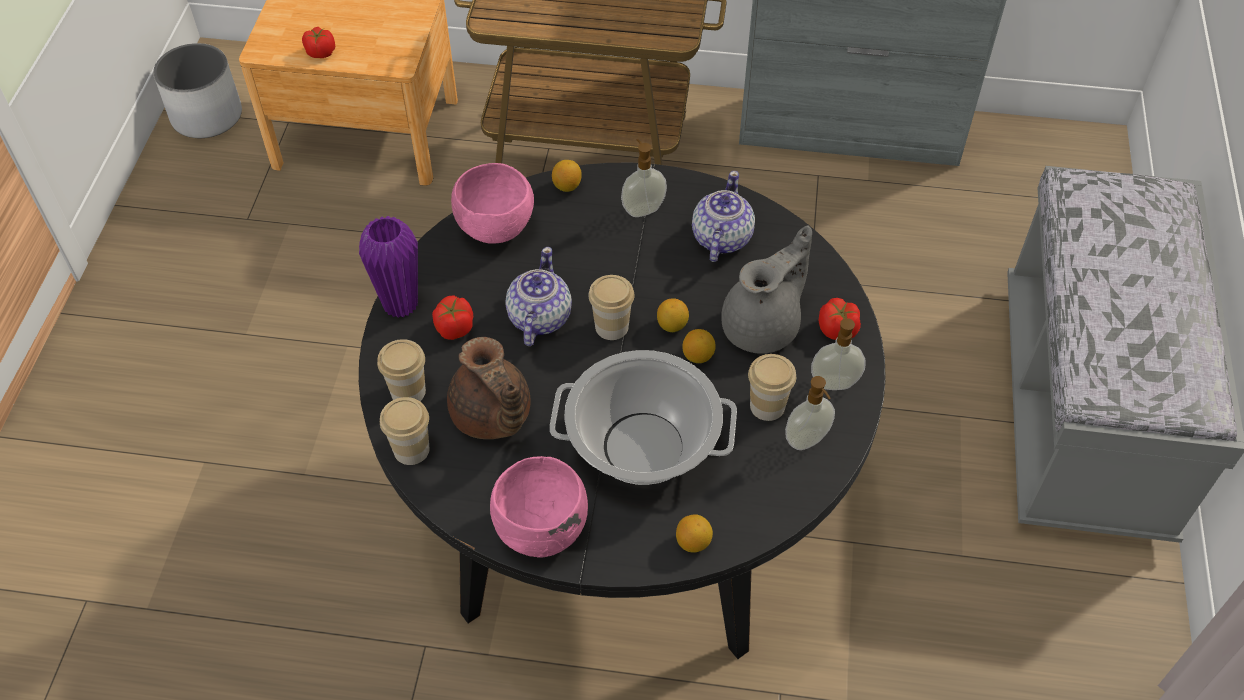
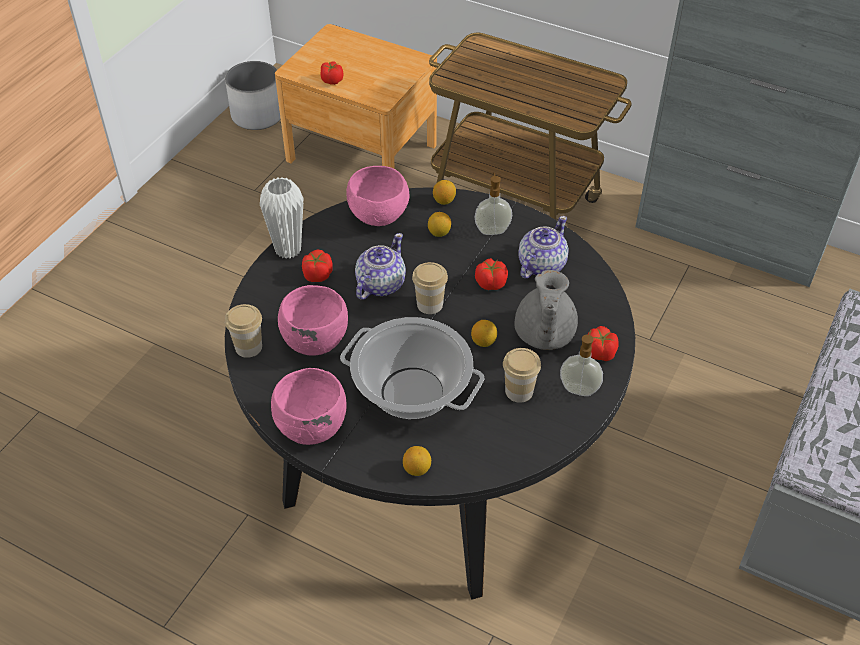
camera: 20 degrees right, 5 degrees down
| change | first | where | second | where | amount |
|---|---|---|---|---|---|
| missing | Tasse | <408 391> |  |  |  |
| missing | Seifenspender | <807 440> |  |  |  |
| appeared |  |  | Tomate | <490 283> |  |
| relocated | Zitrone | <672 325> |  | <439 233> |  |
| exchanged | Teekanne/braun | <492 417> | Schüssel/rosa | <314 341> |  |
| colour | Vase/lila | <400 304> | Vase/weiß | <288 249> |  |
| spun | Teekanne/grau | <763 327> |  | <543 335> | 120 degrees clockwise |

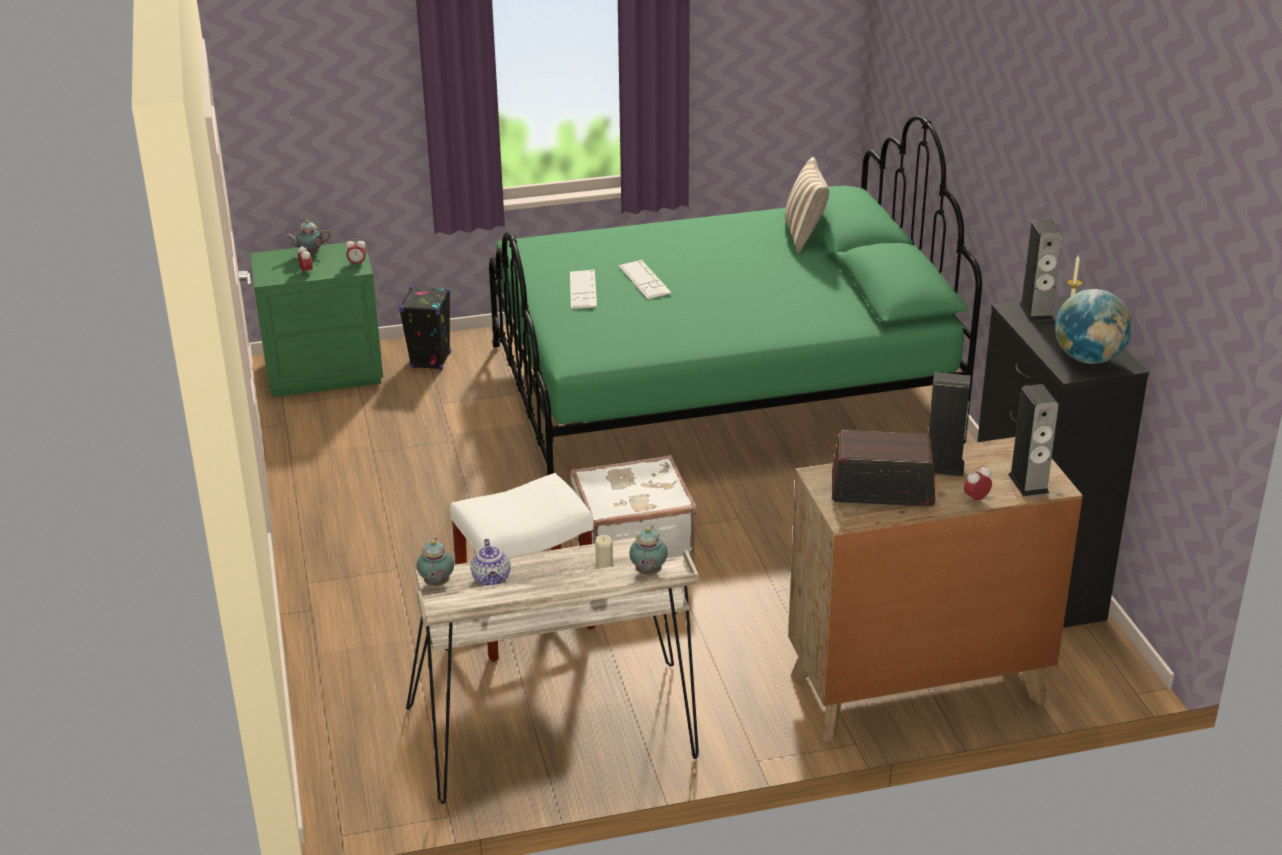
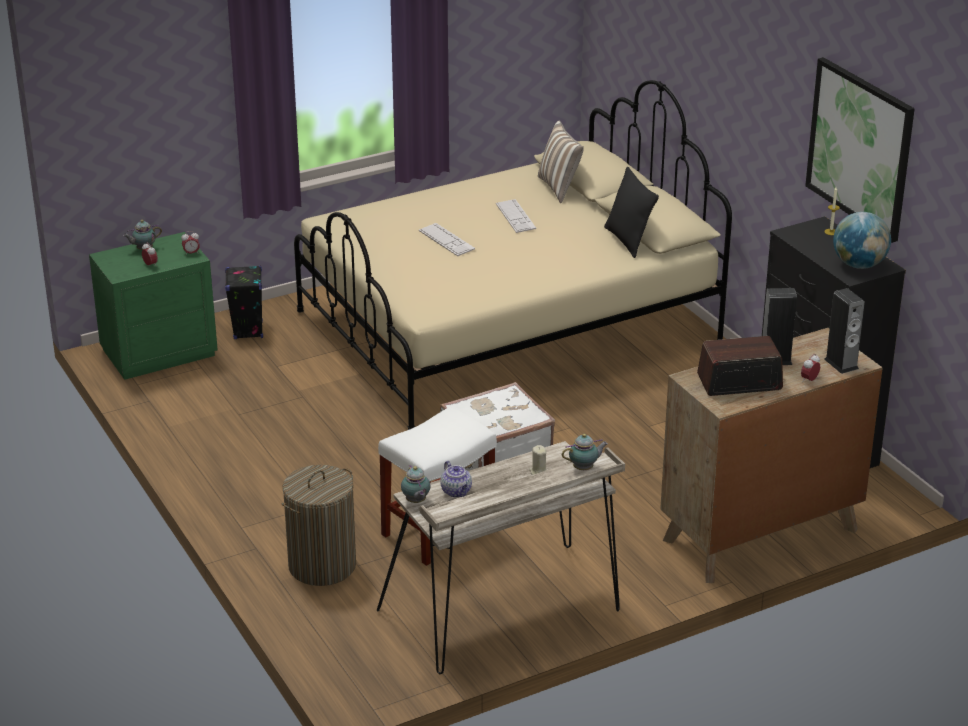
camera: 15 degrees left, 0 degrees up
| change | first | where | second | where | amount |
|---|---|---|---|---|---|
| missing | Lautsprecher | <1036 311> |  |  |  |
| appeared |  |  | Wäschekorb | <322 565> |  |
| appeared |  |  | Kissen/schwarz | <628 241> |  |
| appeared |  |  | Bild | <860 148> |  |
| relocated | Tastatur | <583 290> |  | <515 216> |  |
| colour | Bett/grün | <718 393> | Bett/beige | <507 328> |  |
| spun | Teekanne | <647 573> |  | <584 468> | 105 degrees counterclockwise |

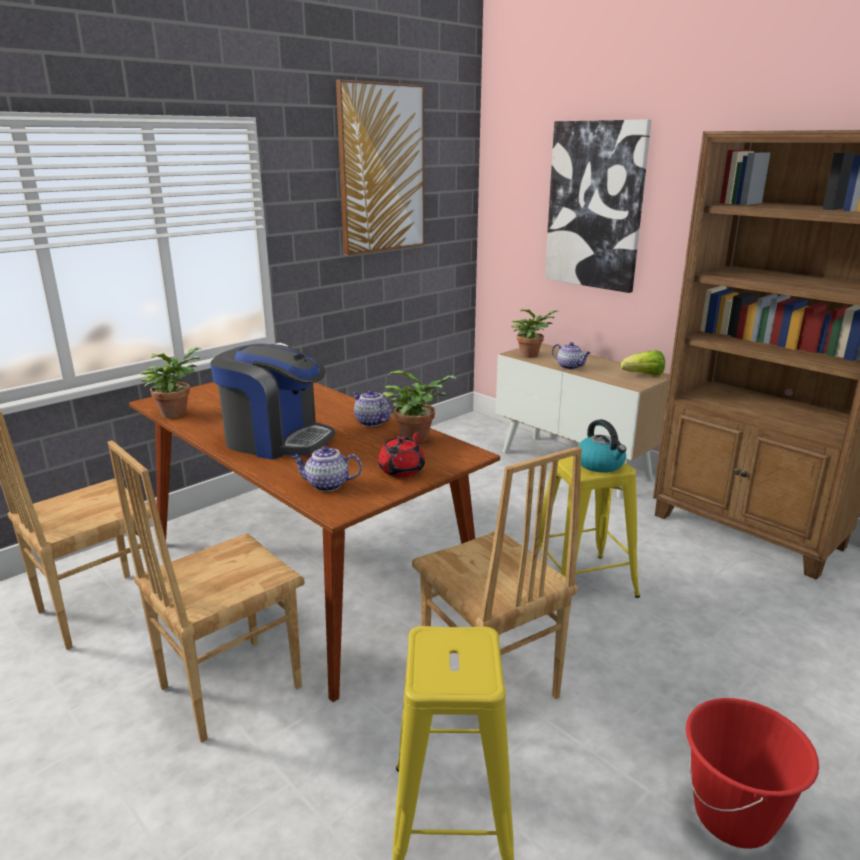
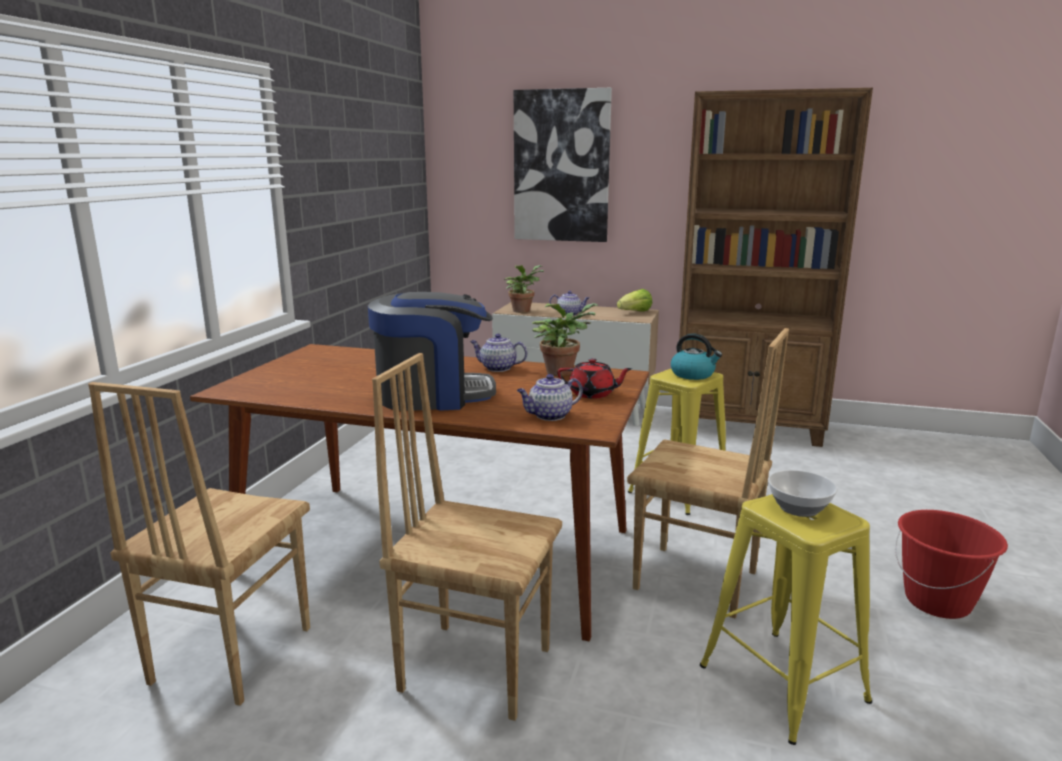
camera: 30 degrees left, 5 degrees down
| change | first | where | second | where | amount |
|---|---|---|---|---|---|
| missing | Topfpflanze | <176 413> |  |  |  |
| missing | Bild | <381 169> |  |  |  |
| appeared |  |  | Schüssel | <797 508> |  |
| spun | Stuhl/braun | <228 686> |  | <475 667> | 90 degrees clockwise |
| spun | Teekanne/rot | <402 470> |  | <592 394> | 105 degrees clockwise |

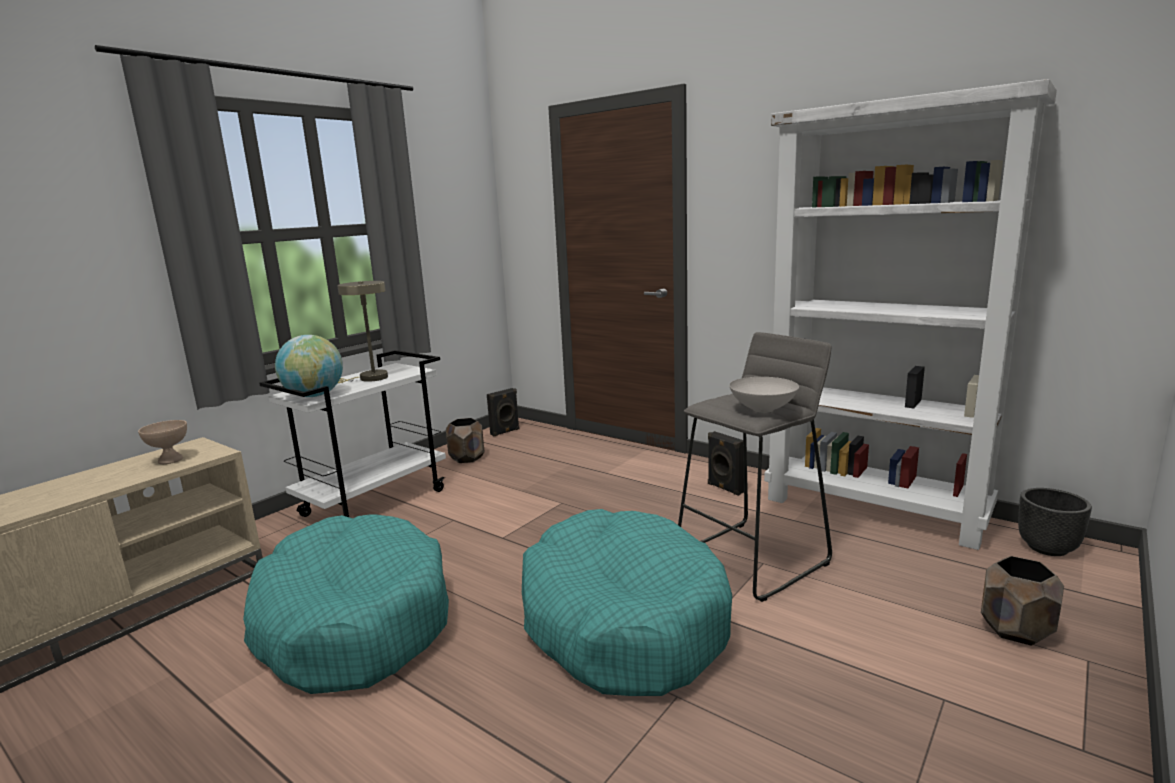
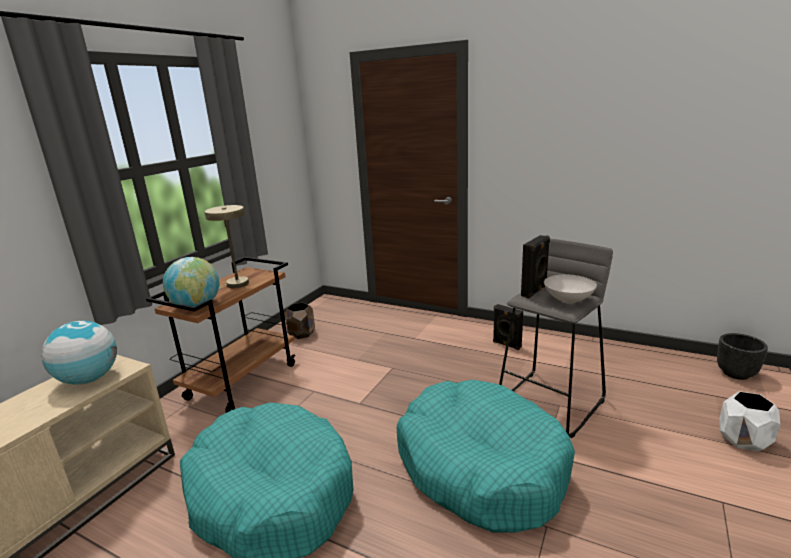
camera: 10 degrees left, 5 degrees up
| change | first | where | second | where | amount |
|---|---|---|---|---|---|
| missing | Bücherregal/weiß | <875 509> |  |  |  |
| relocated | Lautsprecher/schwarz | <505 432> |  | <535 291> |  |
| exchanged | Schüssel/beige | <170 460> | Globus | <89 379> |  |
| colour | Rollwagen/weiß | <375 502> | Rollwagen/braun | <242 381> |  |
| colour | Pflanzkübel/braun | <1017 630> | Pflanzkübel/weiß | <744 440> |  |

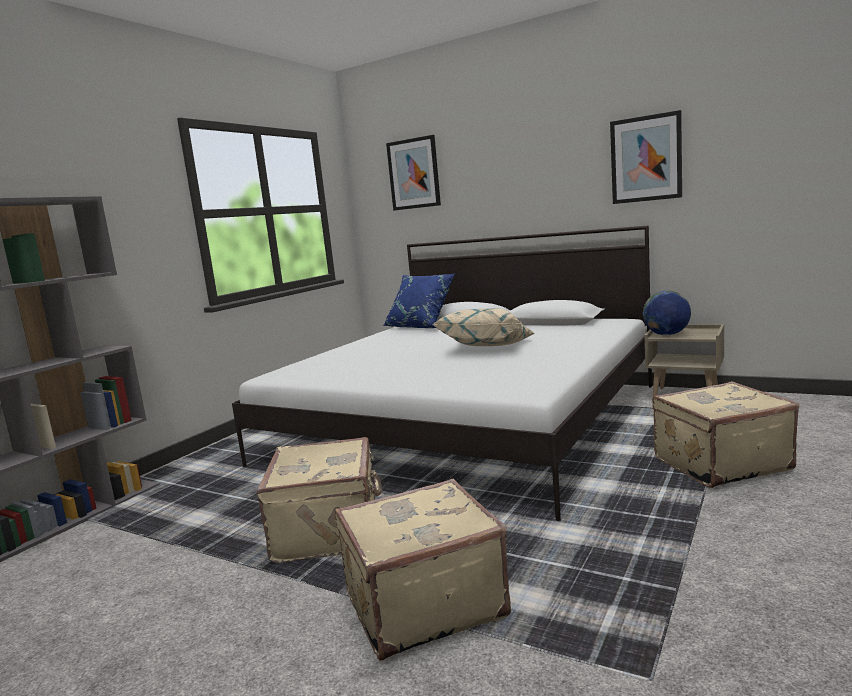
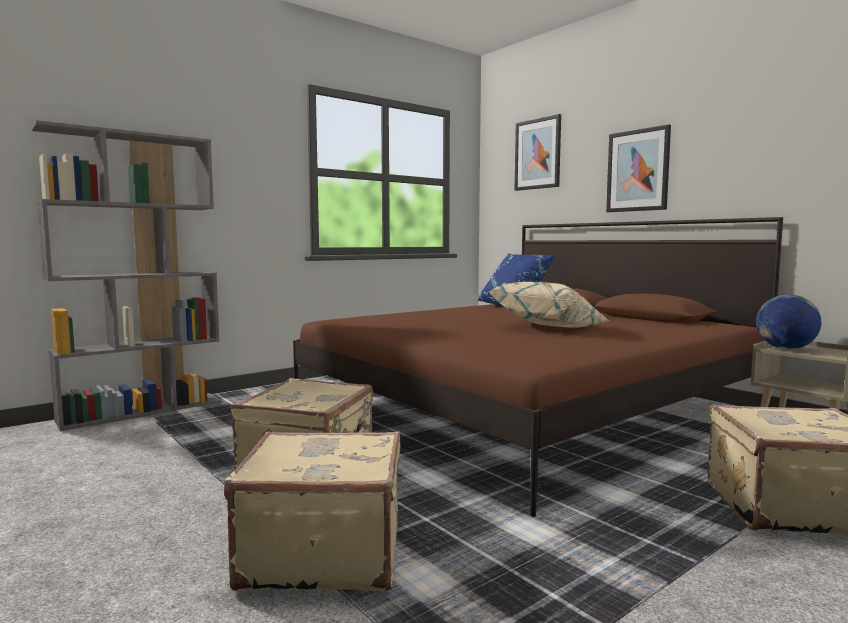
camera: 20 degrees right, 5 degrees down
| change | first | where | second | where | amount |
|---|---|---|---|---|---|
| relocated | Bild | <646 159> |  | <638 170> |  |
| colour | Bett/weiß | <467 423> | Bett/braun | <525 408> |  |

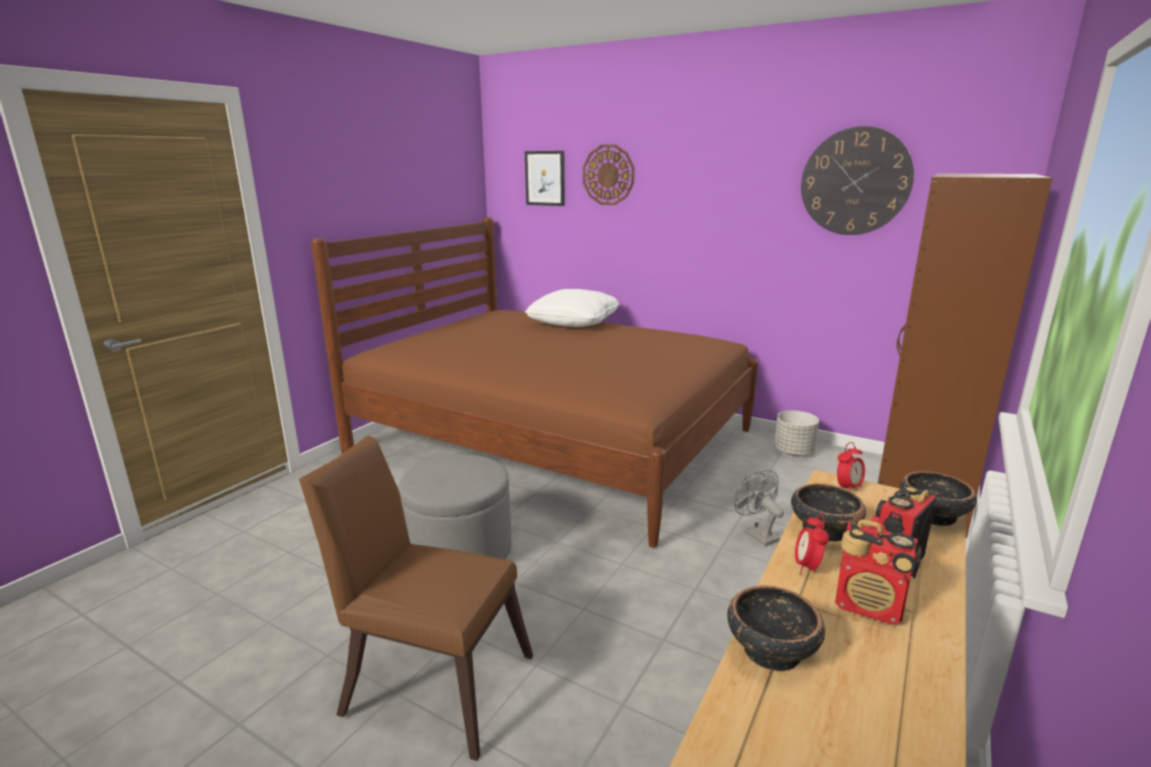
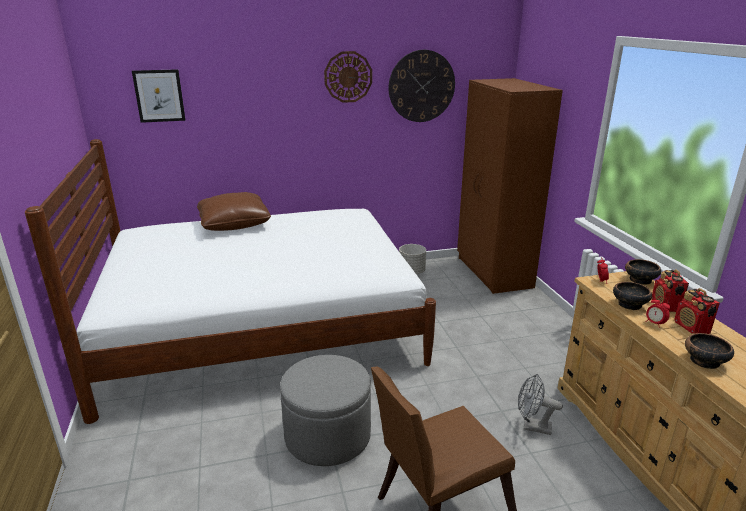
camera: 45 degrees left, 5 degrees up
| change | first | where | second | where | amount |
|---|---|---|---|---|---|
| relocated | Wanduhr | <608 175> |  | <348 77> |  |
| relocated | Ventilator/grau | <756 533> |  | <532 426> |  |
| colour | Bett/braun | <552 441> | Bett/weiß | <262 327> |  |
| colour | Kissen/weiß | <574 323> | Kissen/braun | <234 224> |  |
| spun | Radio | <869 606> |  | <692 328> | 90 degrees clockwise |

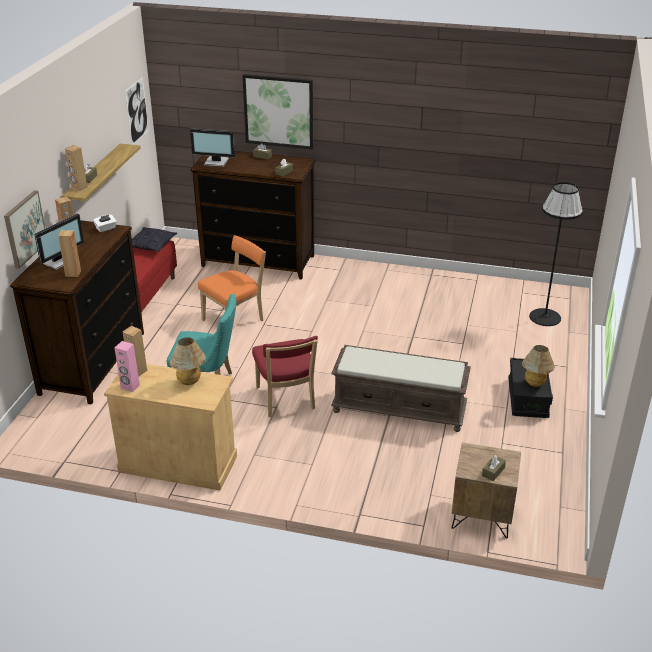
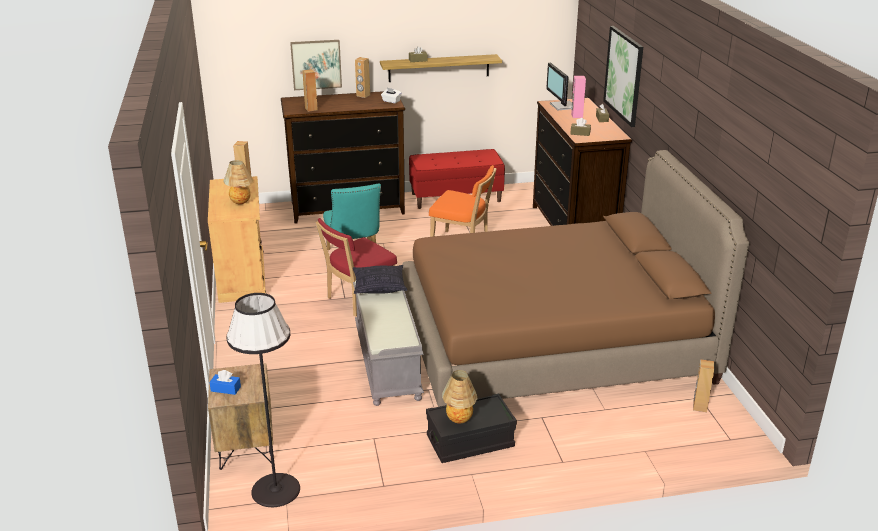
camera: 65 degrees right, 5 degrees down
| change | first | where | second | where | amount |
|---|---|---|---|---|---|
| missing | Monitor | <59 261> |  |  |  |
| missing | Bild | <137 111> |  |  |  |
| appeared |  |  | Bett/braun | <553 343> |  |
| relocated | Lautsprecher/braun | <79 187> |  | <699 407> |  |
| relocated | Lautsprecher/rosa | <130 387> |  | <576 116> |  |
| relocated | Kissen | <151 245> |  | <379 287> |  |
| relocated | Stehlampe/schwarz | <545 317> |  | <276 490> |  |
| colour | Bank/braun | <400 409> | Bank/grau | <388 362> |  |
| colour | Taschentuchbox/braun | <493 472> | Taschentuchbox/blau | <225 389> |  |

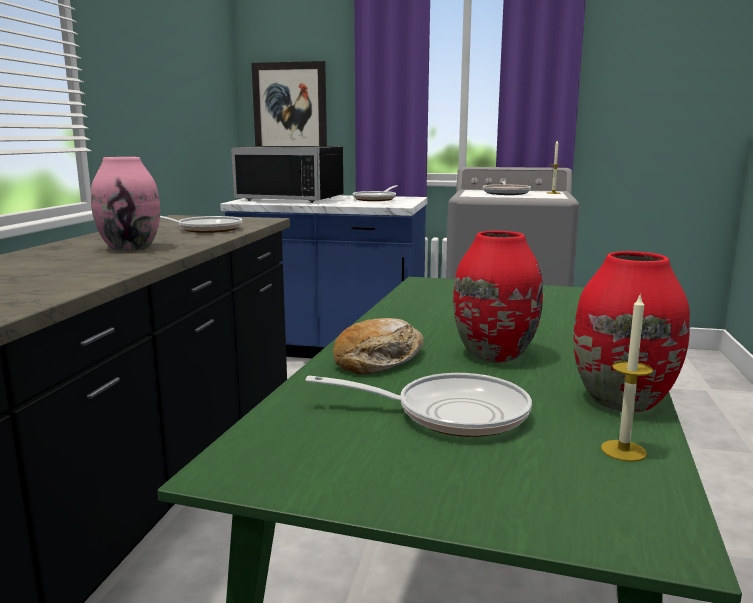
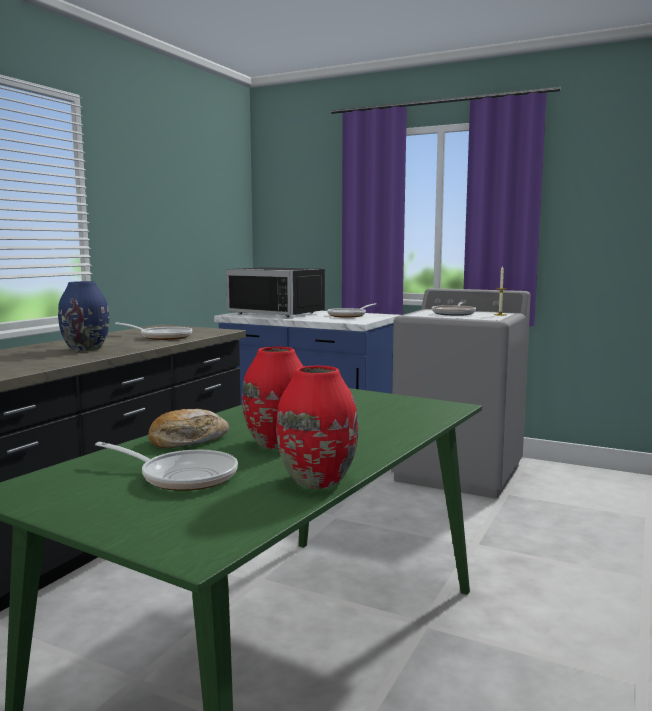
camera: 15 degrees right, 5 degrees down
| change | first | where | second | where | amount |
|---|---|---|---|---|---|
| missing | Bild | <290 110> |  |  |  |
| missing | Kerze | <623 450> |  |  |  |
| colour | Vase/rosa | <130 248> | Vase/blau | <86 349> |  |

